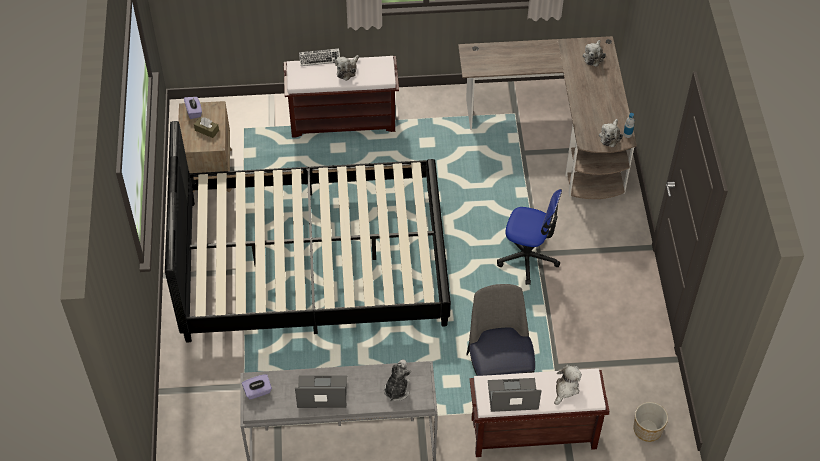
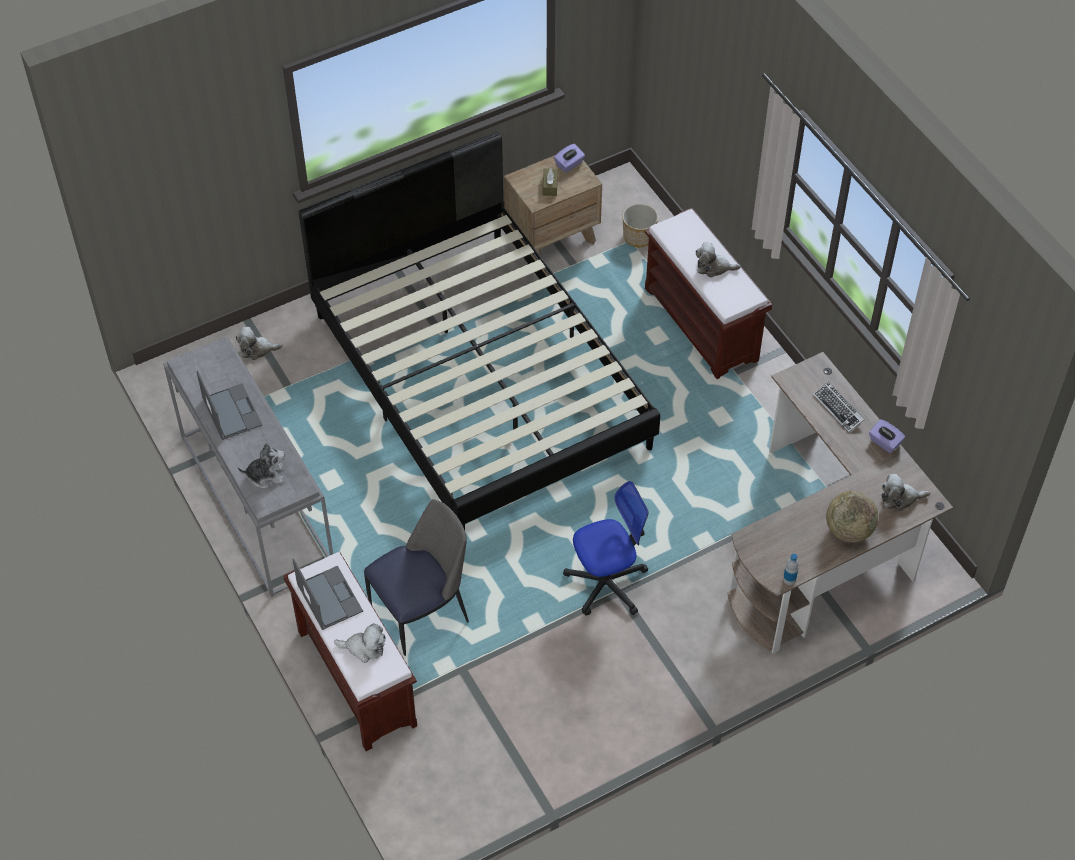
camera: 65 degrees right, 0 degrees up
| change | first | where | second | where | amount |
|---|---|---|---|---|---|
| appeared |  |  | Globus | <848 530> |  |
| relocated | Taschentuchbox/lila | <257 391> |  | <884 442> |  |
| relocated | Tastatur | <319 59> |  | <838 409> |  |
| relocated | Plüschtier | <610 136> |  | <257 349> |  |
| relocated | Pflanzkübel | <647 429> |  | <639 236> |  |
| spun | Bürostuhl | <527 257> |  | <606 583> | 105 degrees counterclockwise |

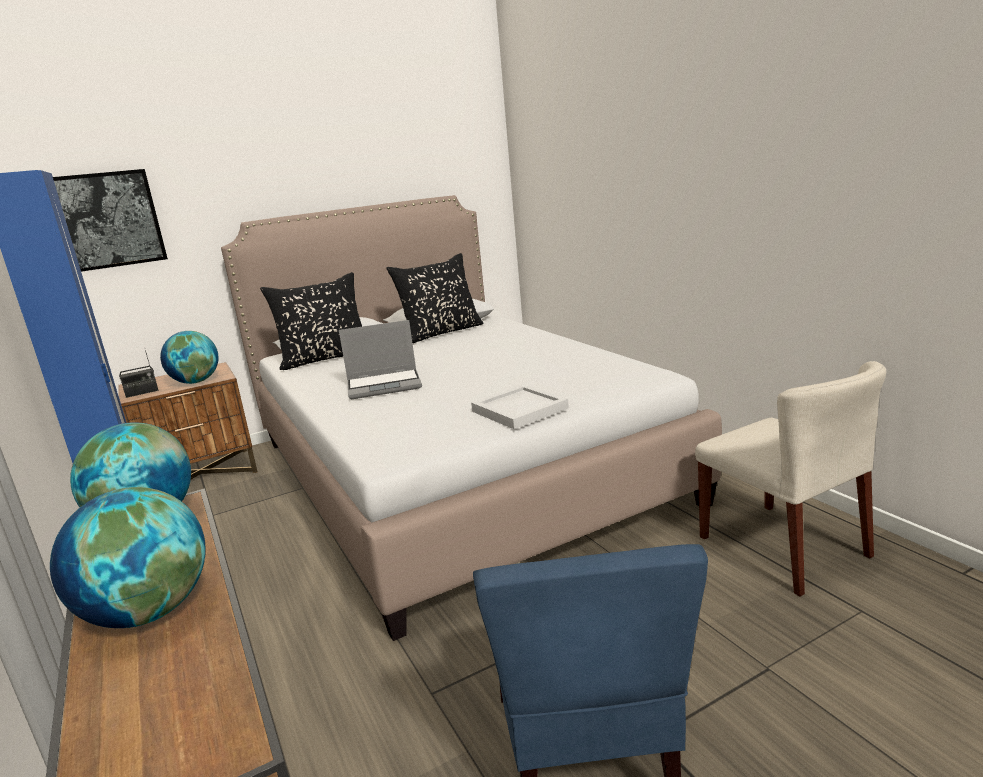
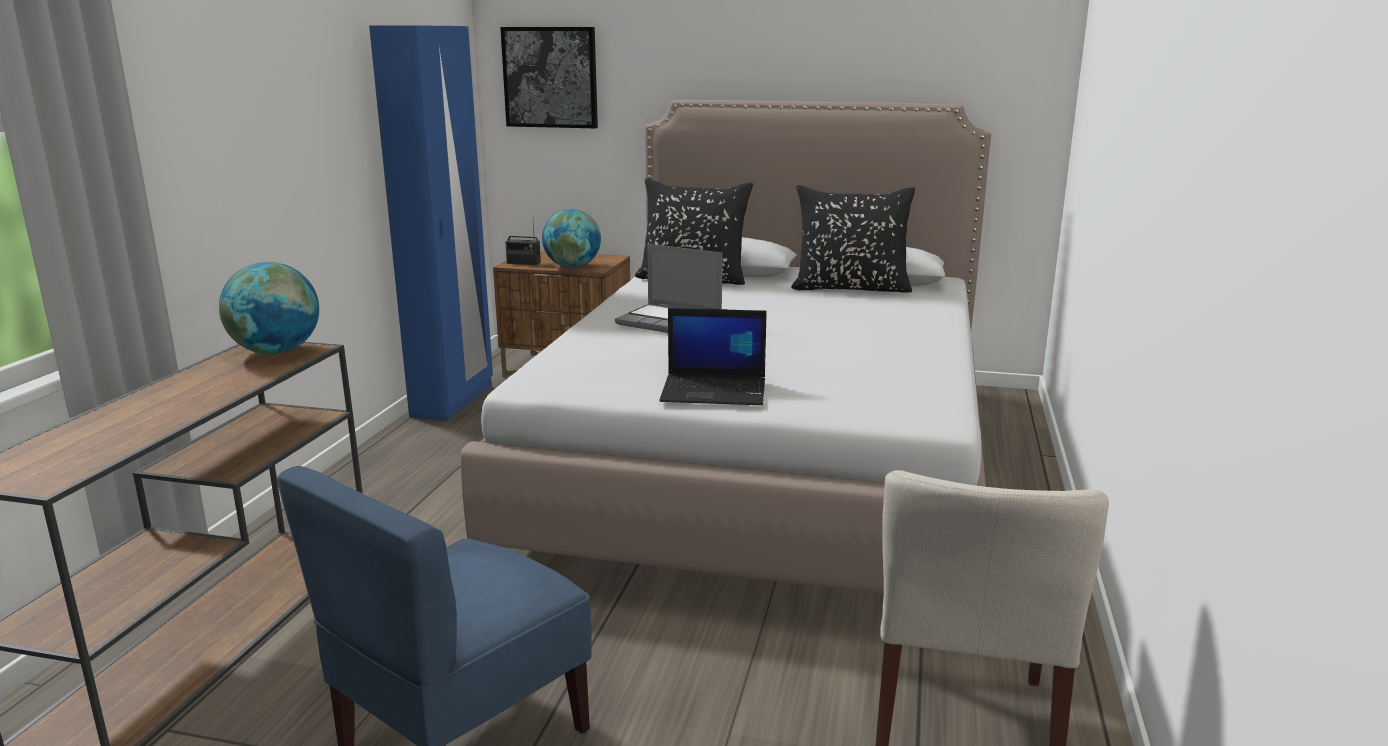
camera: 40 degrees right, 0 degrees up
| change | first | where | second | where | amount |
|---|---|---|---|---|---|
| missing | Globus | <149 612> |  |  |  |
| exchanged | Tablett/weiß | <519 409> | Laptop | <715 391> |  |

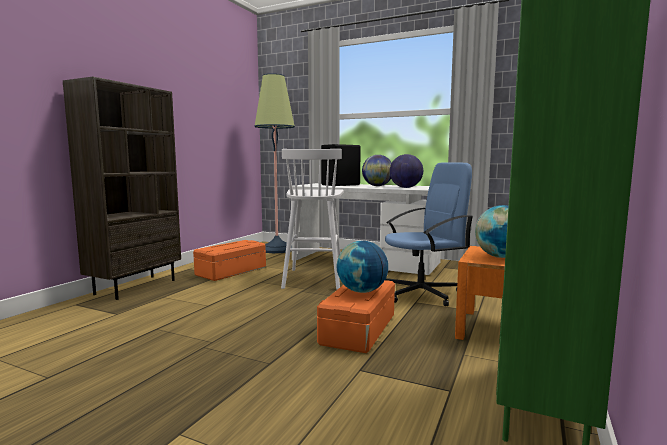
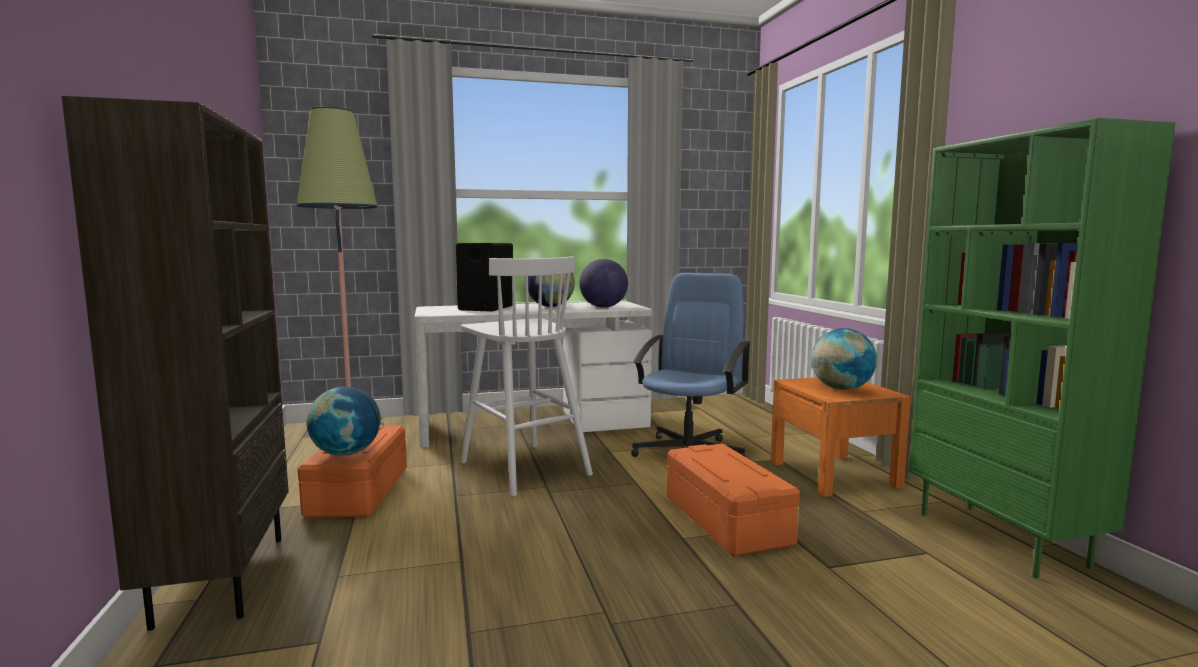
camera: 40 degrees left, 0 degrees up
| change | first | where | second | where | amount |
|---|---|---|---|---|---|
| relocated | Globus | <362 291> |  | <346 453> |  |

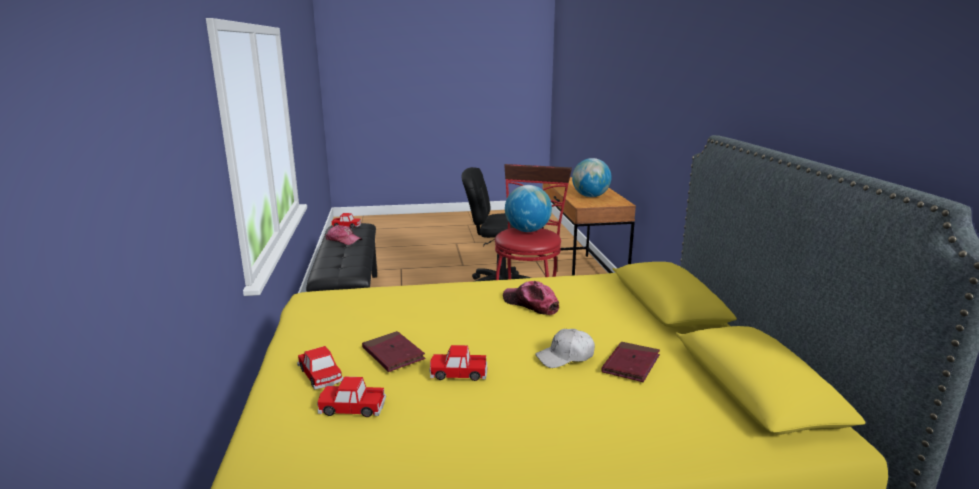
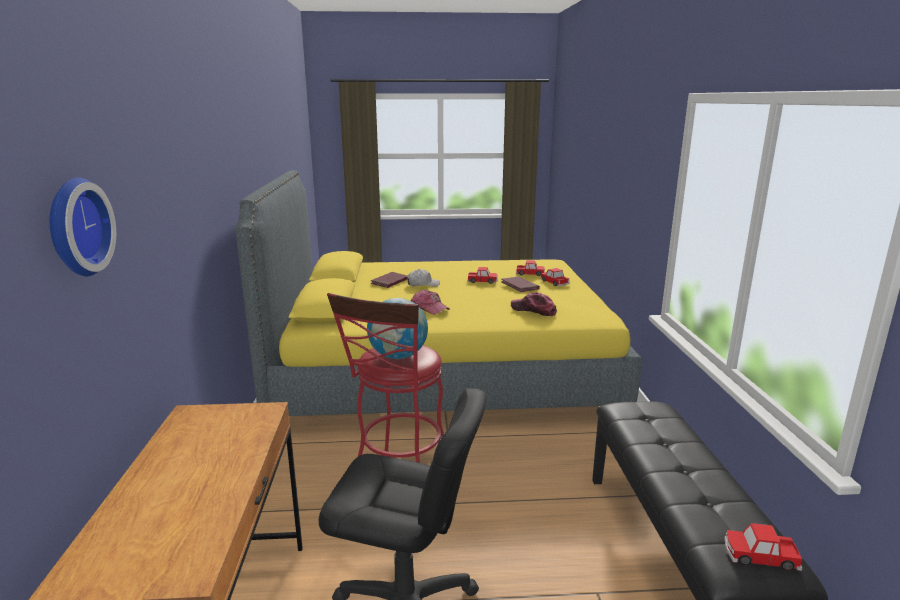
camera: 175 degrees left, 0 degrees up
| change | first | where | second | where | amount |
|---|---|---|---|---|---|
| missing | Globus | <590 196> |  |  |  |
| appeared |  |  | Wanduhr | <74 227> |  |
| relocated | Kappe | <343 240> |  | <533 310> |  |

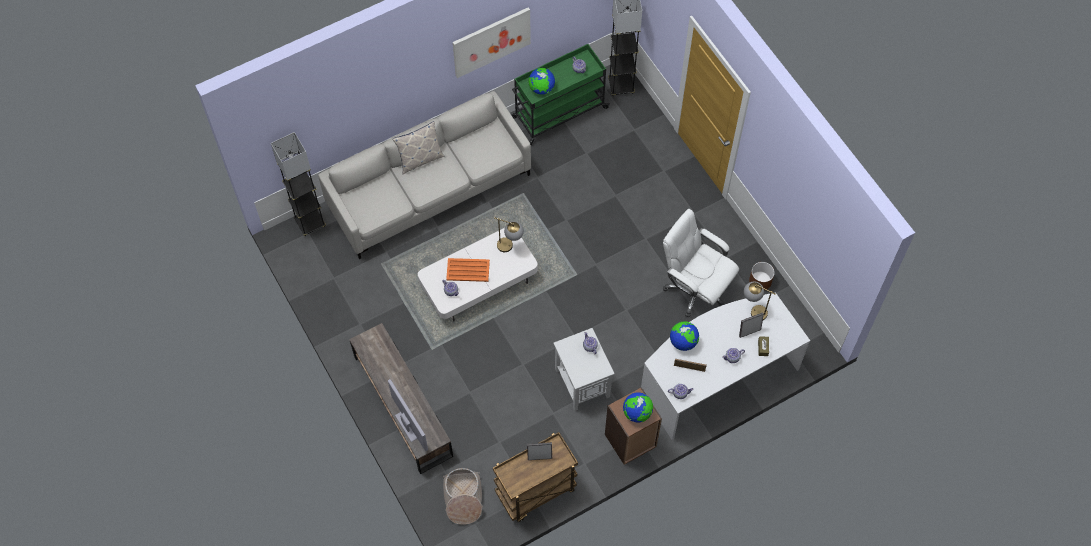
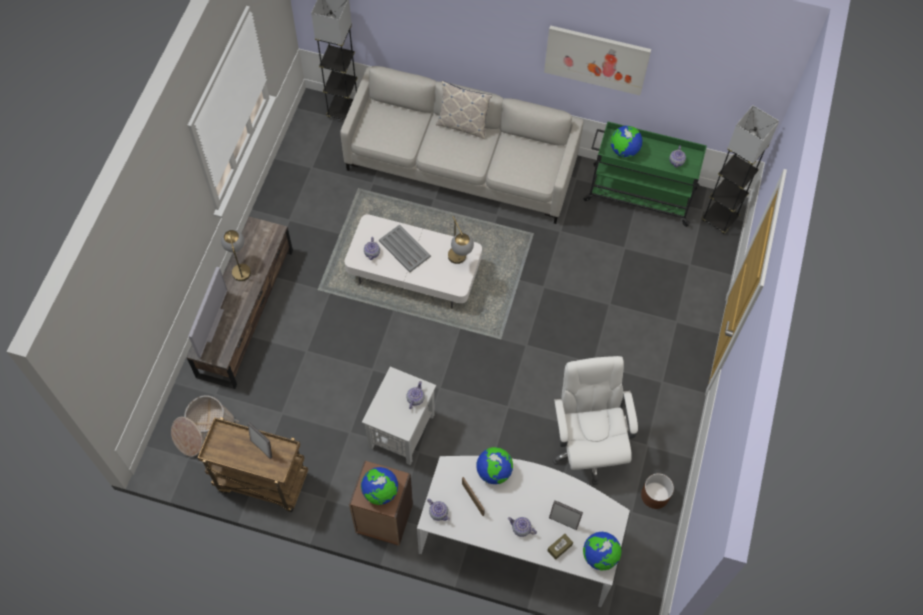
camera: 45 degrees right, 0 degrees up
| change | first | where | second | where | amount |
|---|---|---|---|---|---|
| appeared |  |  | Globus | <599 556> |  |
| relocated | Tischlampe | <753 311> |  | <240 267> |  |
| colour | Tablett/orange | <467 270> | Tablett/grau | <404 248> |  |

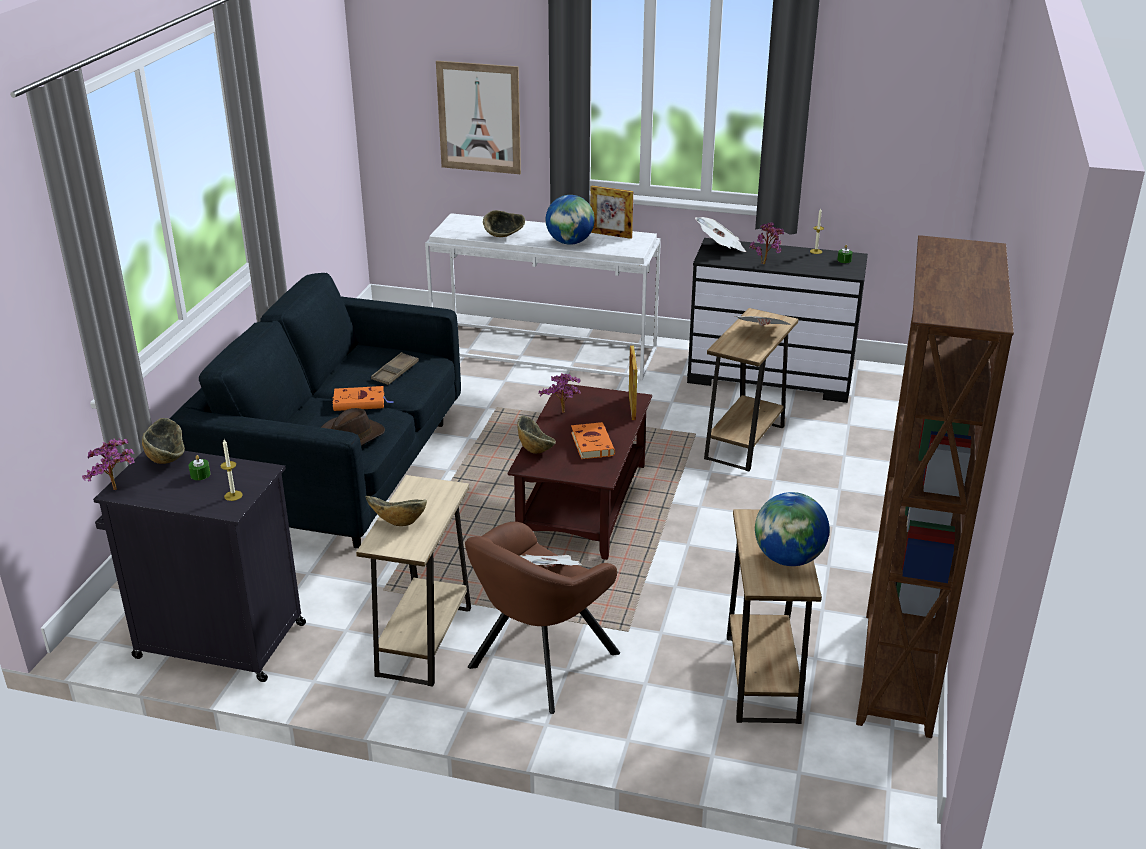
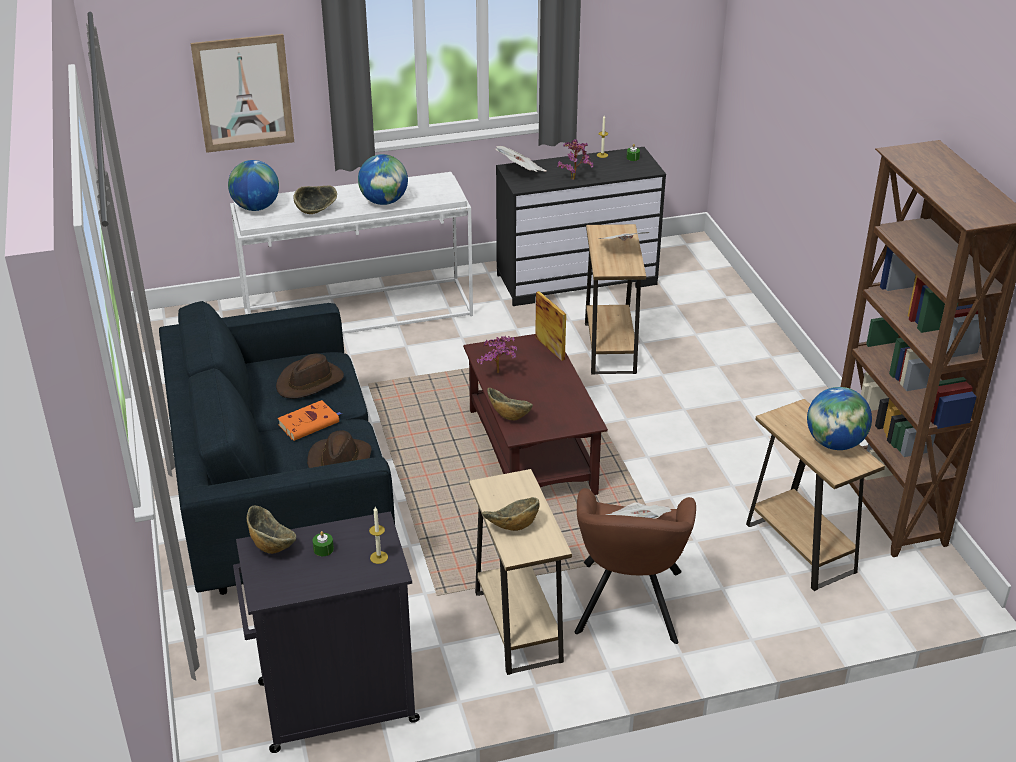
camera: 30 degrees left, 5 degrees up
| change | first | where | second | where | amount |
|---|---|---|---|---|---|
| missing | Topfpflanze | <117 491> |  |  |  |
| missing | Buch/orange | <591 443> |  |  |  |
| missing | Bilderrahmen | <611 235> |  |  |  |
| appeared |  |  | Globus | <256 207> |  |
| exchanged | Tablett/braun | <395 372> | Hut/braun | <310 382> |  |

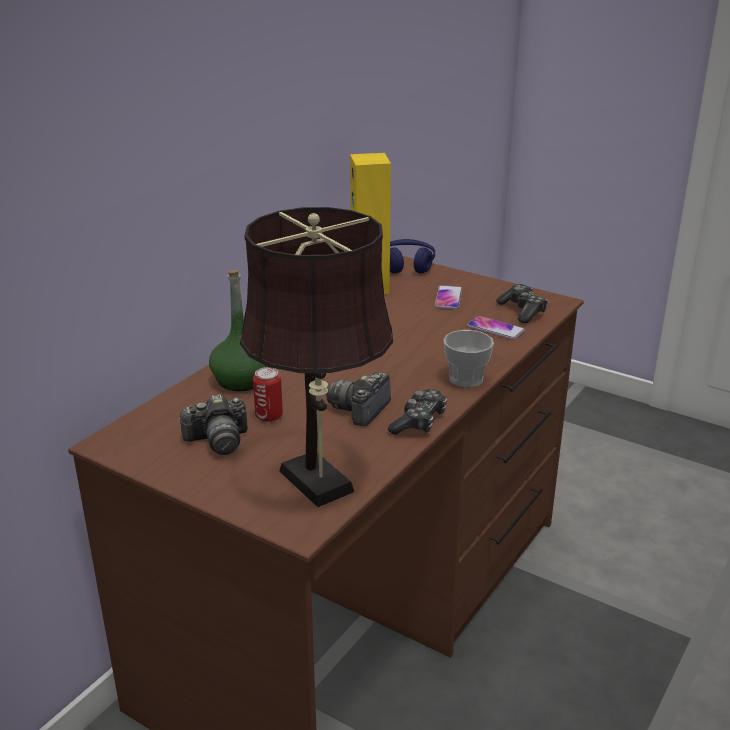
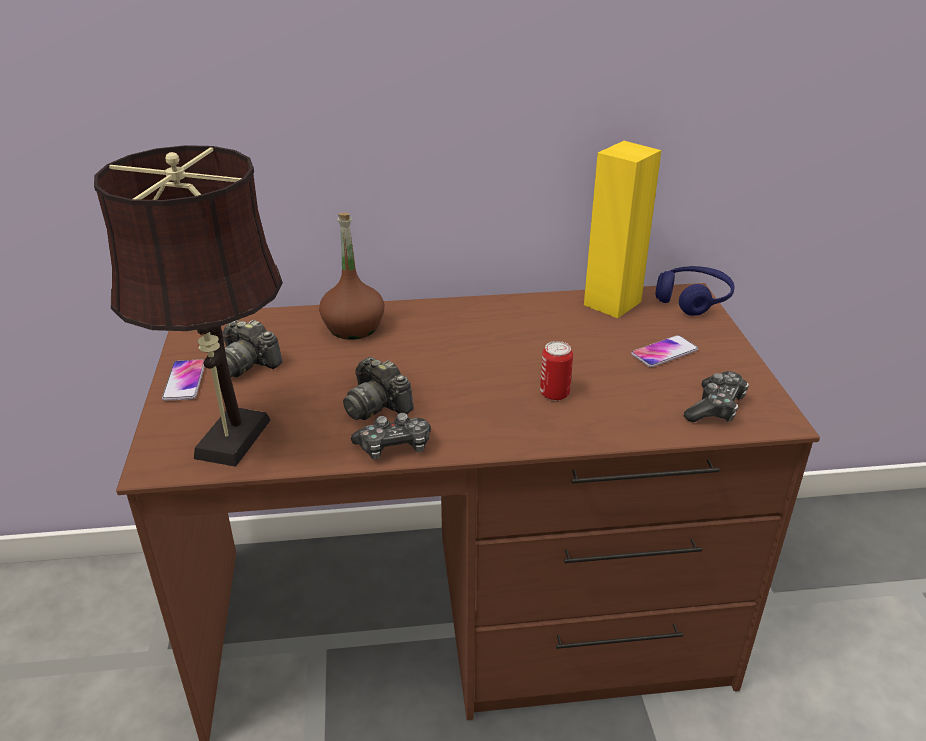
camera: 50 degrees right, 5 degrees up
| change | first | where | second | where | amount |
|---|---|---|---|---|---|
| missing | Tasse | <466 379> |  |  |  |
| relocated | Dose | <269 416> |  | <554 394> |  |
| relocated | Handy | <495 329> |  | <184 381> |  |
| colour | Flasche/grün | <241 380> | Flasche/braun | <353 327> |  |
| spun | Kamera | <361 410> |  | <377 405> | 120 degrees counterclockwise |

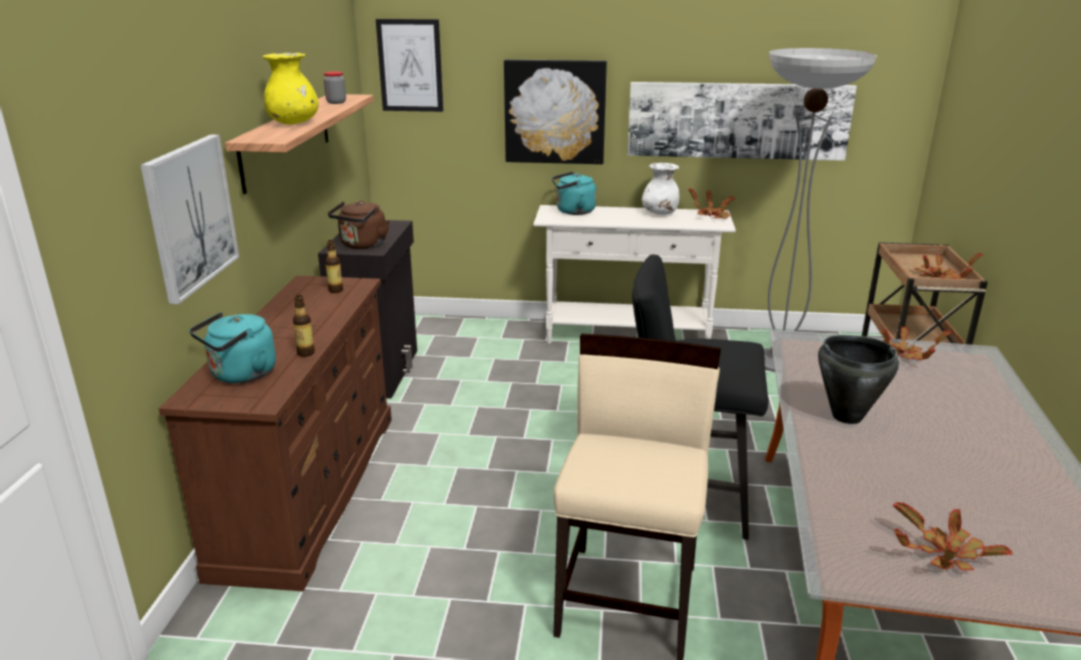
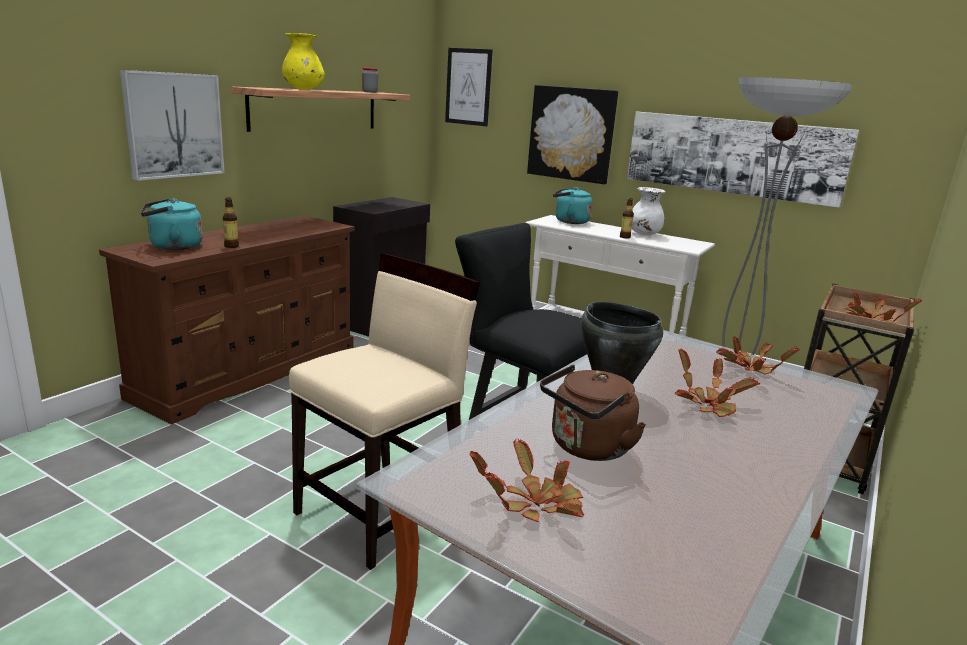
camera: 25 degrees right, 5 degrees down
| change | first | where | second | where | amount |
|---|---|---|---|---|---|
| relocated | Flasche | <336 290> |  | <625 237> |  |
| relocated | Wasserkessel/braun | <362 245> |  | <587 448> |  |
| relocated | Topfpflanze | <712 215> |  | <707 404> |  |

